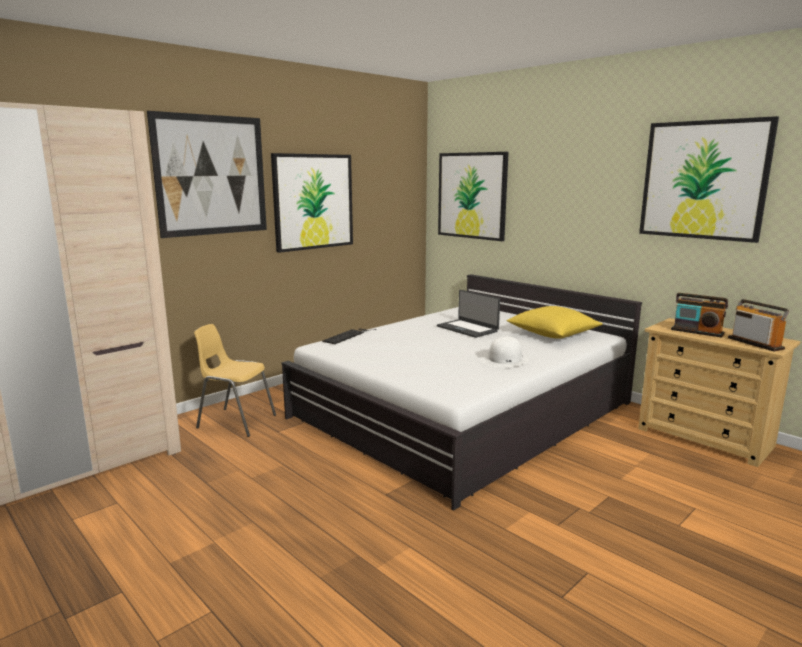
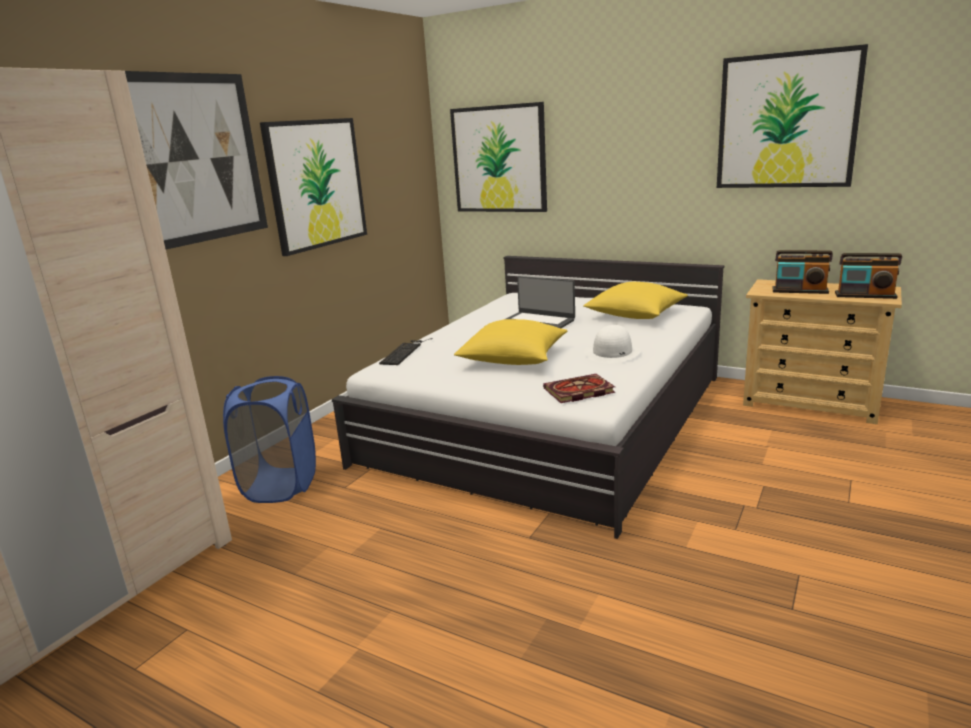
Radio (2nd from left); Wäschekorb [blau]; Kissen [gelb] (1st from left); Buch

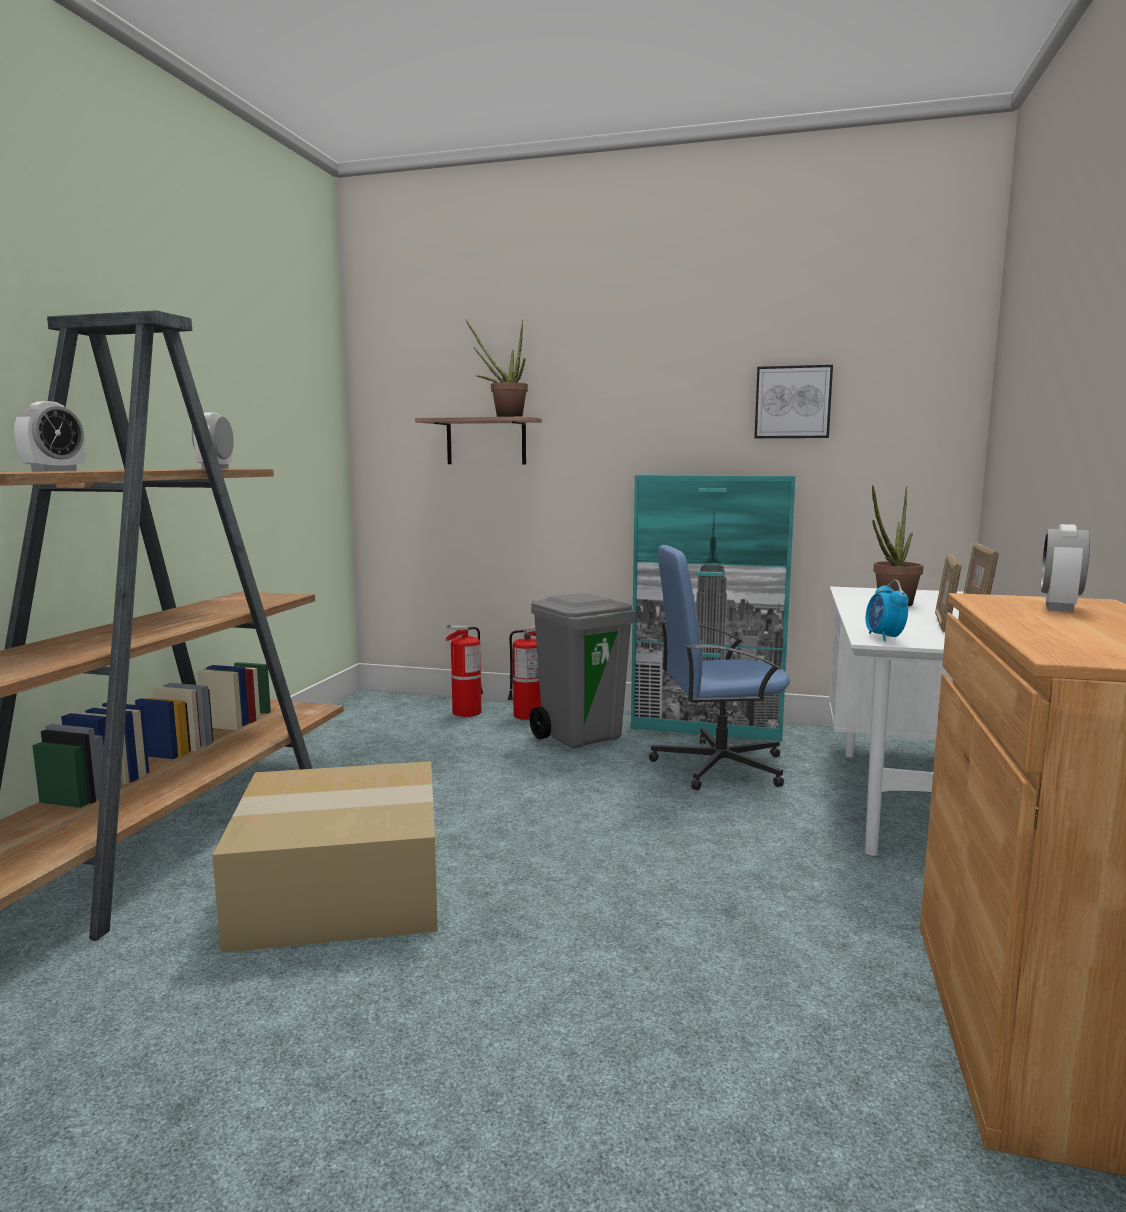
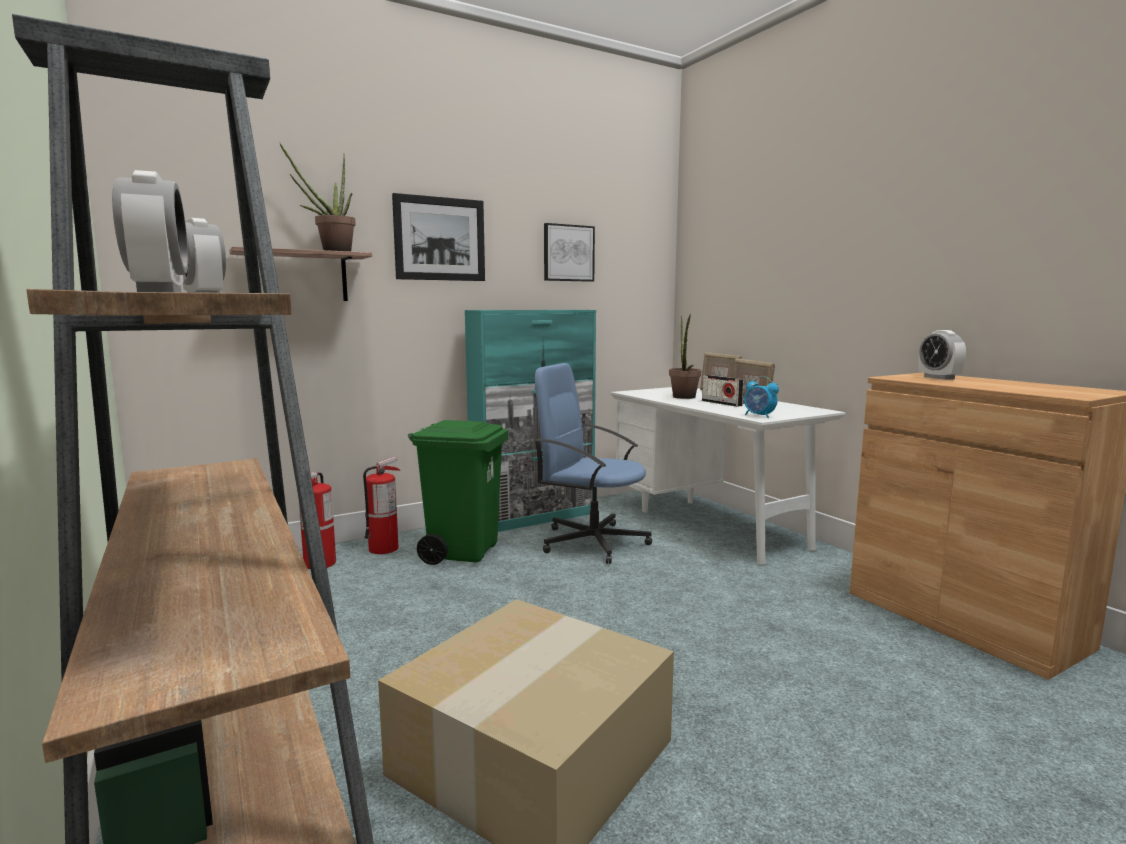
Bürostuhl [blau]; Mülleimer [grün]; Bild (1st from left); Radio

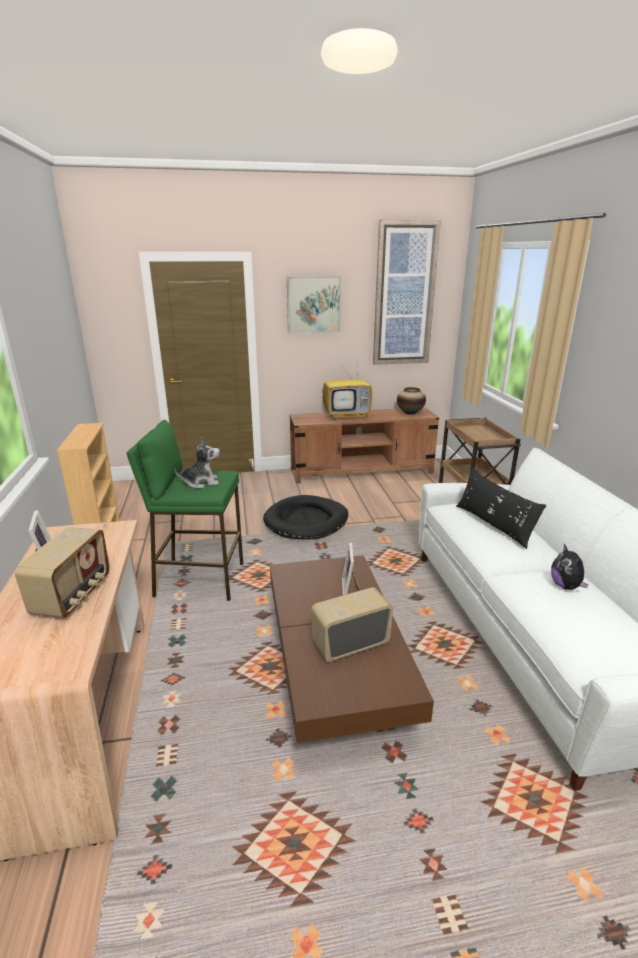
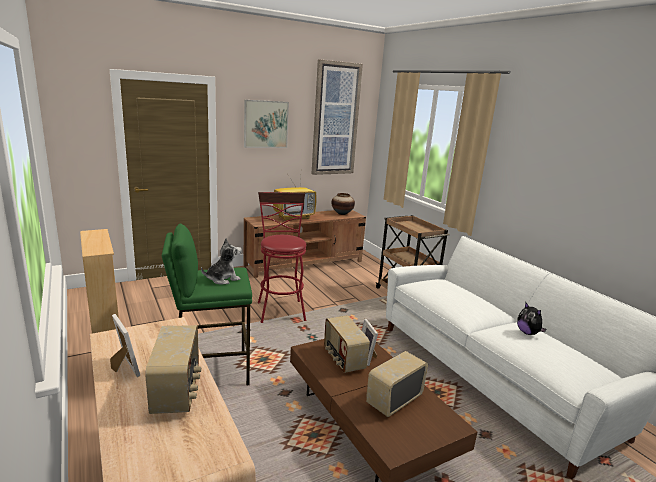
Kissen [schwarz]; Hocker [rot]; Radio (2nd from left)

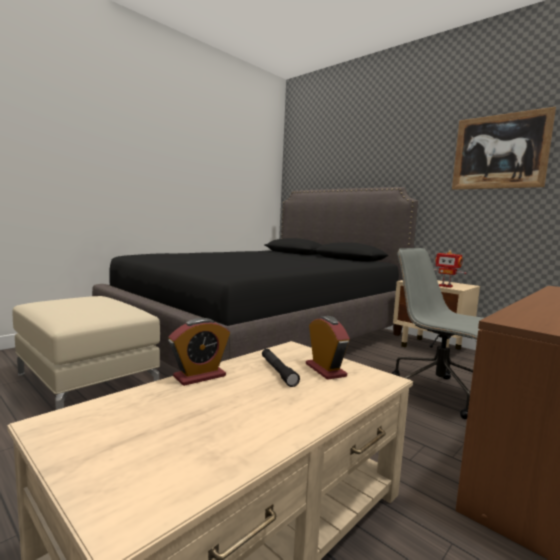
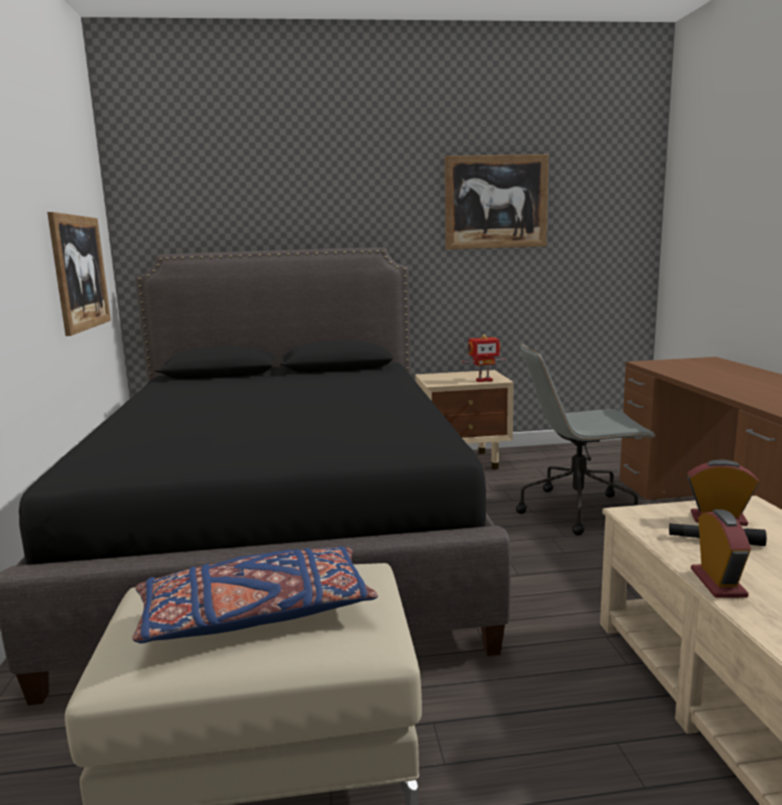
Bild (1st from left); Kissen [blau]

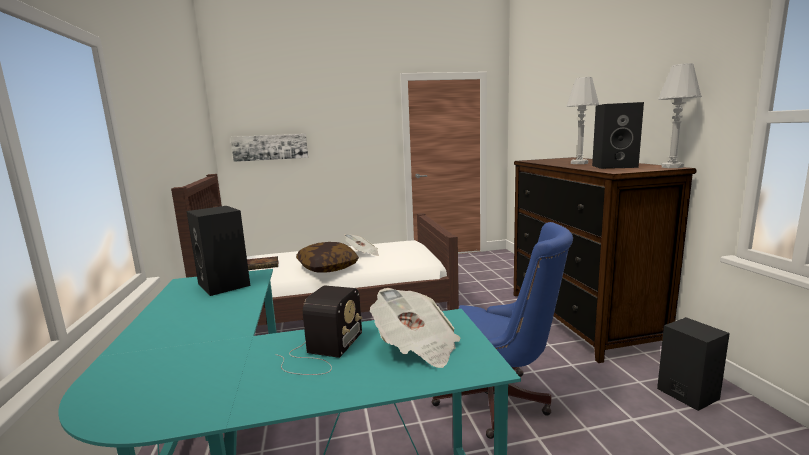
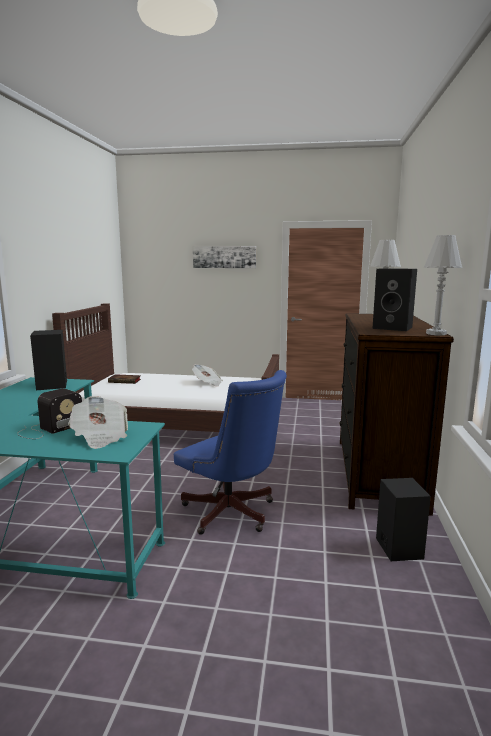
Bild; Kissen

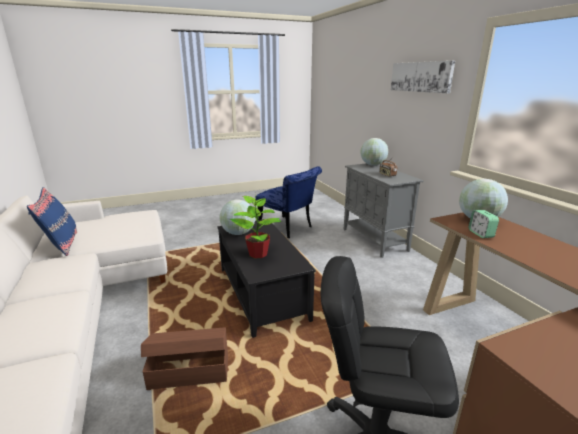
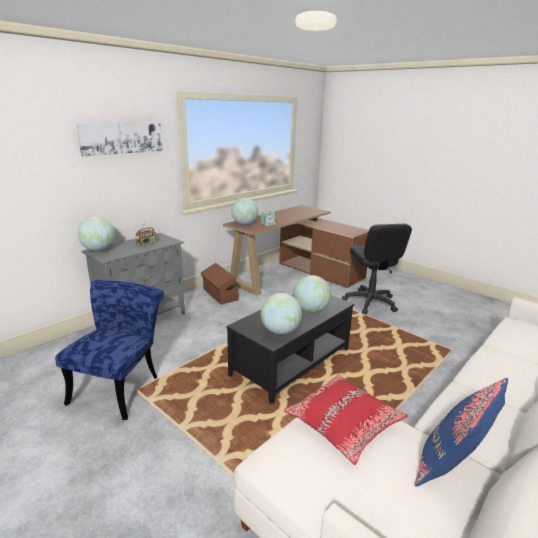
Globus (4th from left); Aufbewahrungsbox [braun]; Kissen [rot]

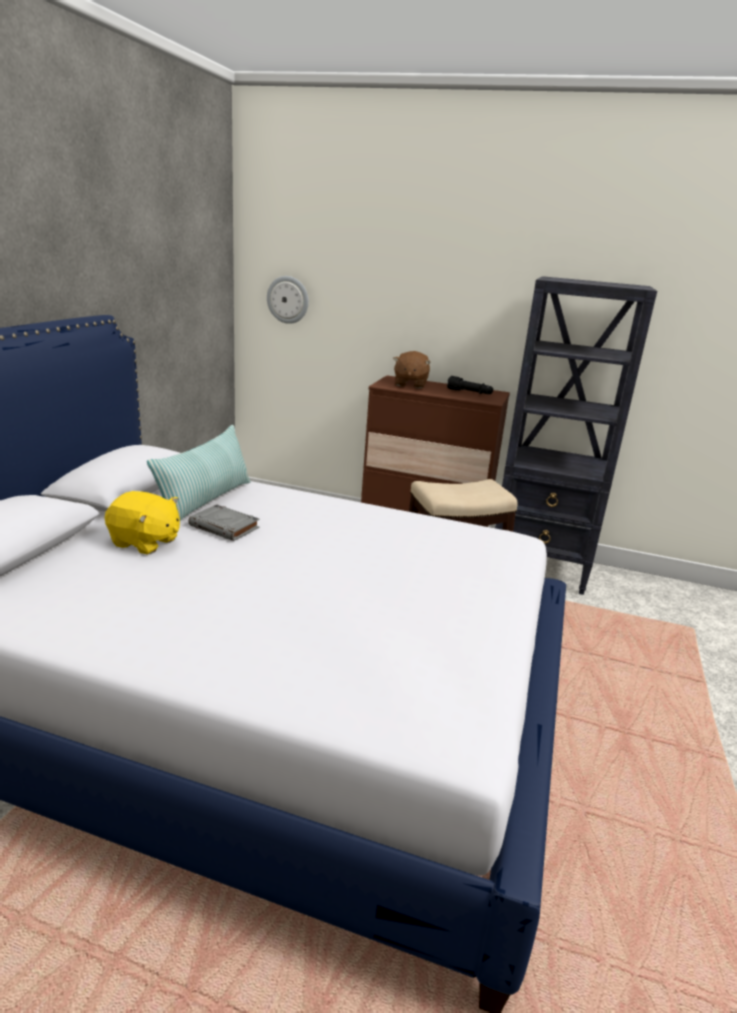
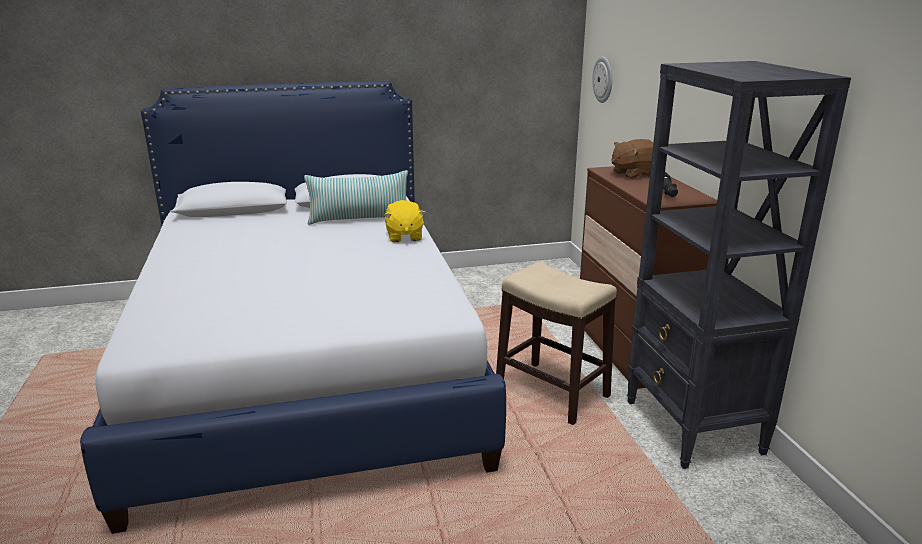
Plüschtier [gelb]; Buch [grau]

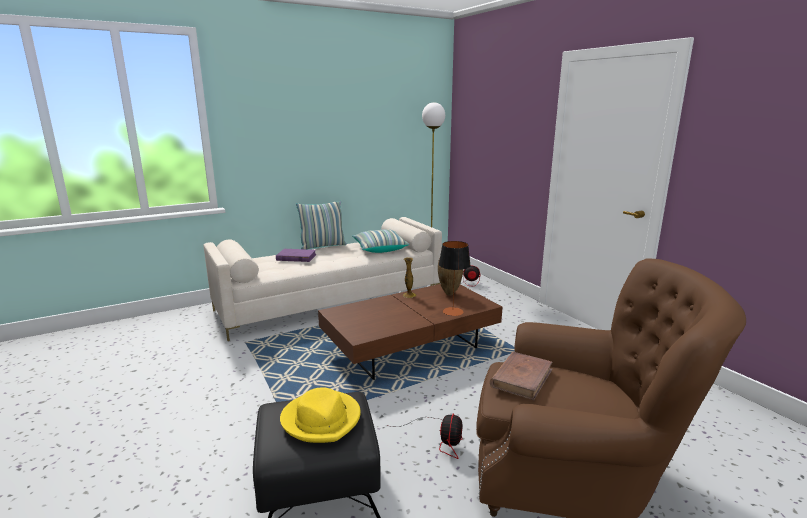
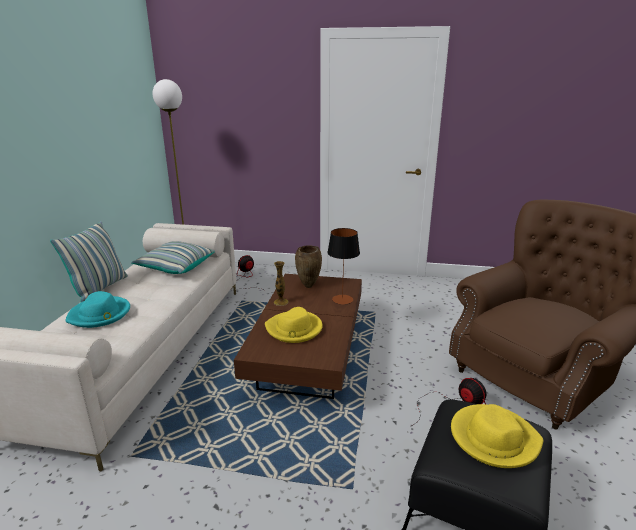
Hut [türkis]; Buch [braun]; Hut [gelb] (1st from left)

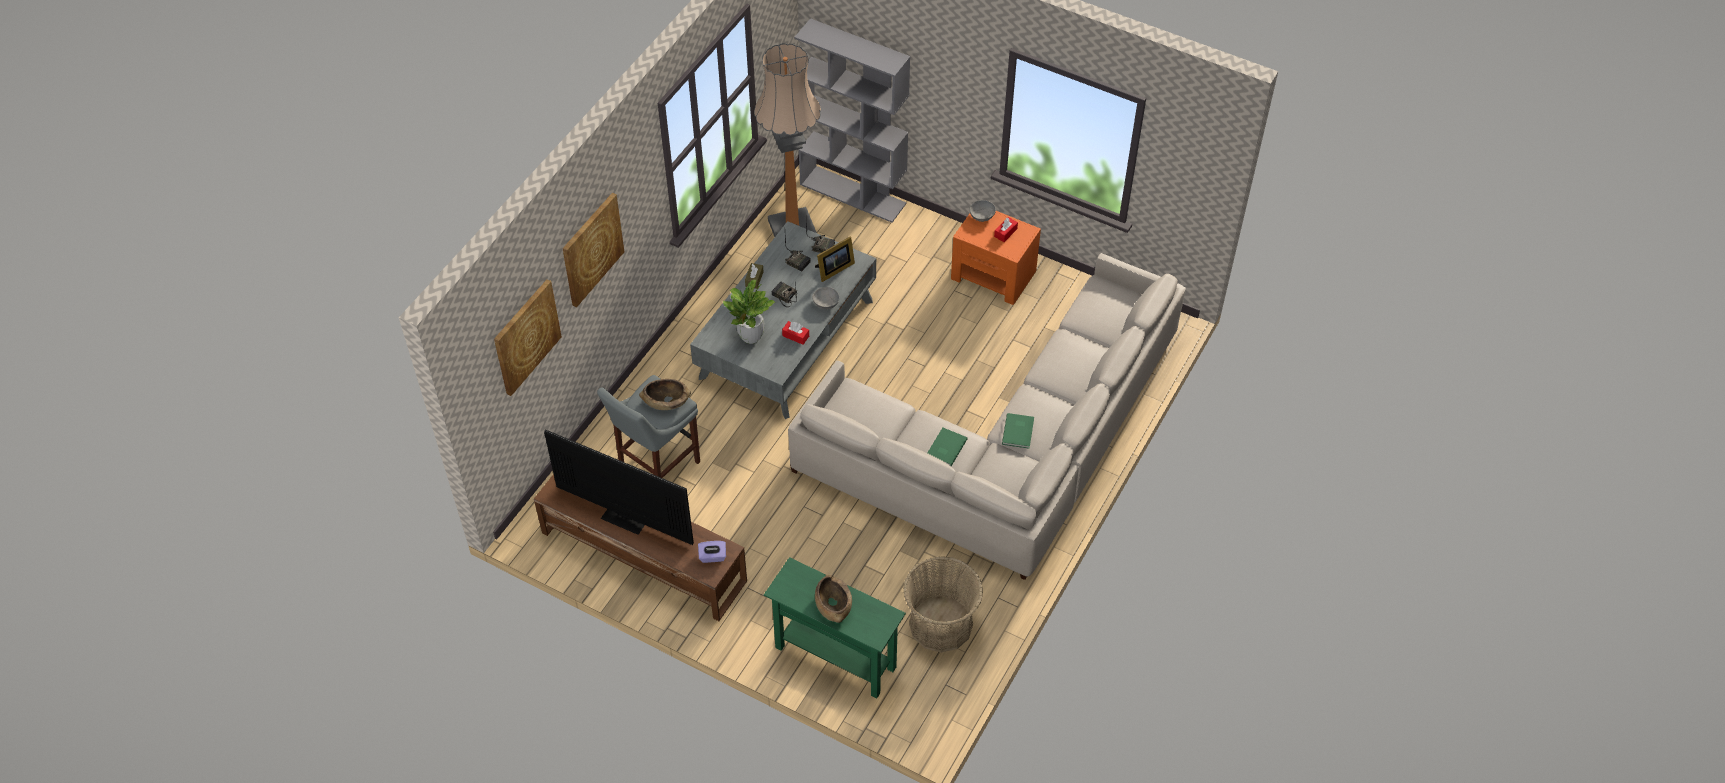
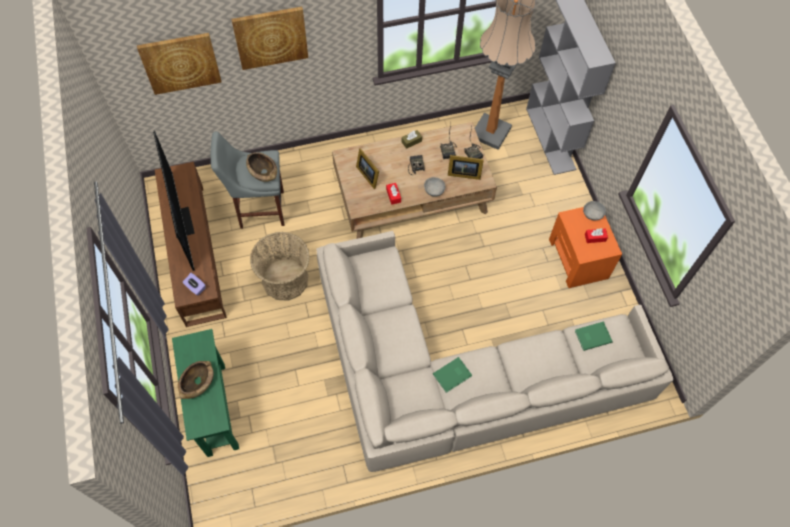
Couchtisch [braun]; Bilderrahmen (1st from left); Buch [grün] (2nd from left); Korb

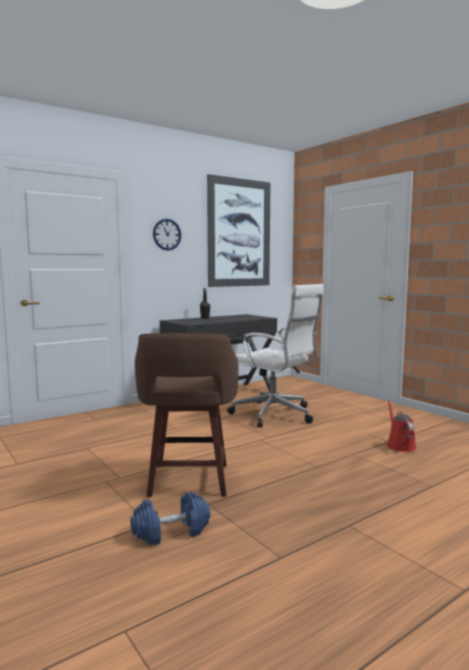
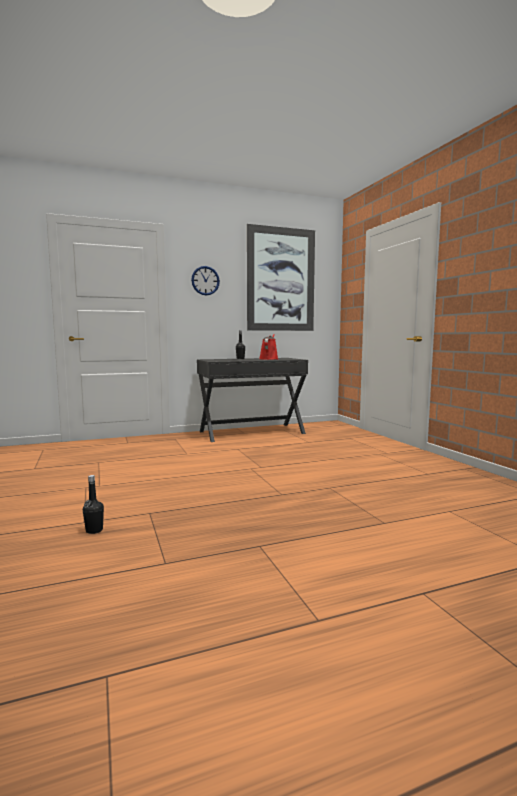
Bürostuhl [weiß]; Hocker [braun]; Gießkanne [rot]; Flasche [schwarz] (1st from left)

